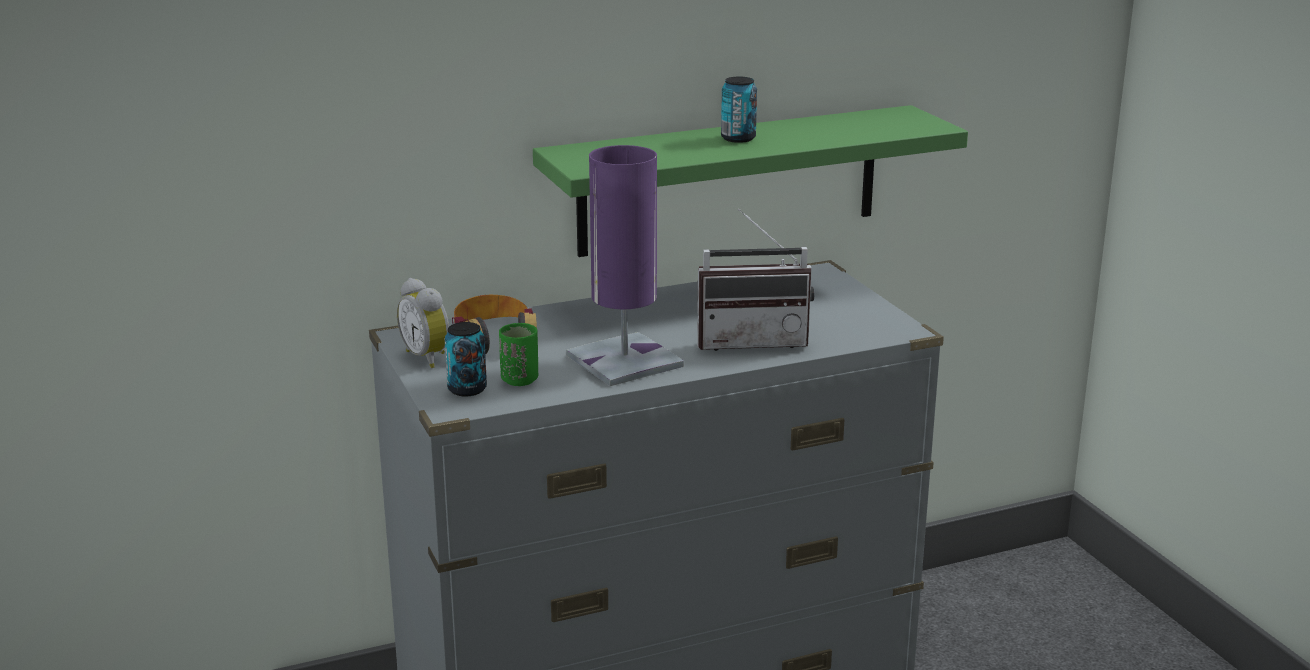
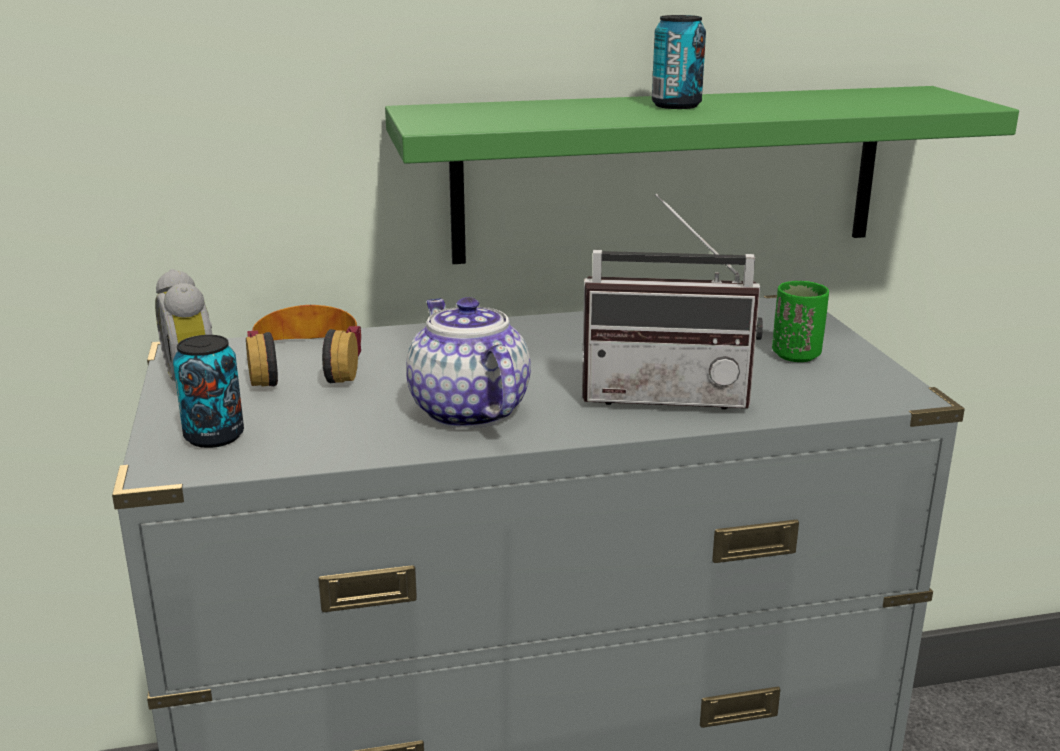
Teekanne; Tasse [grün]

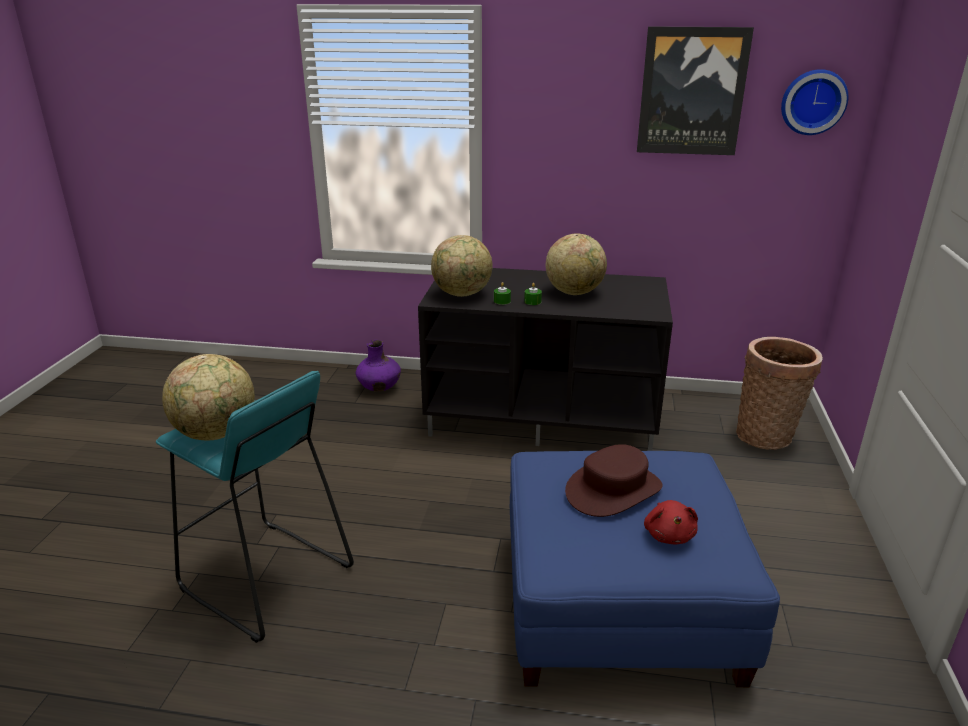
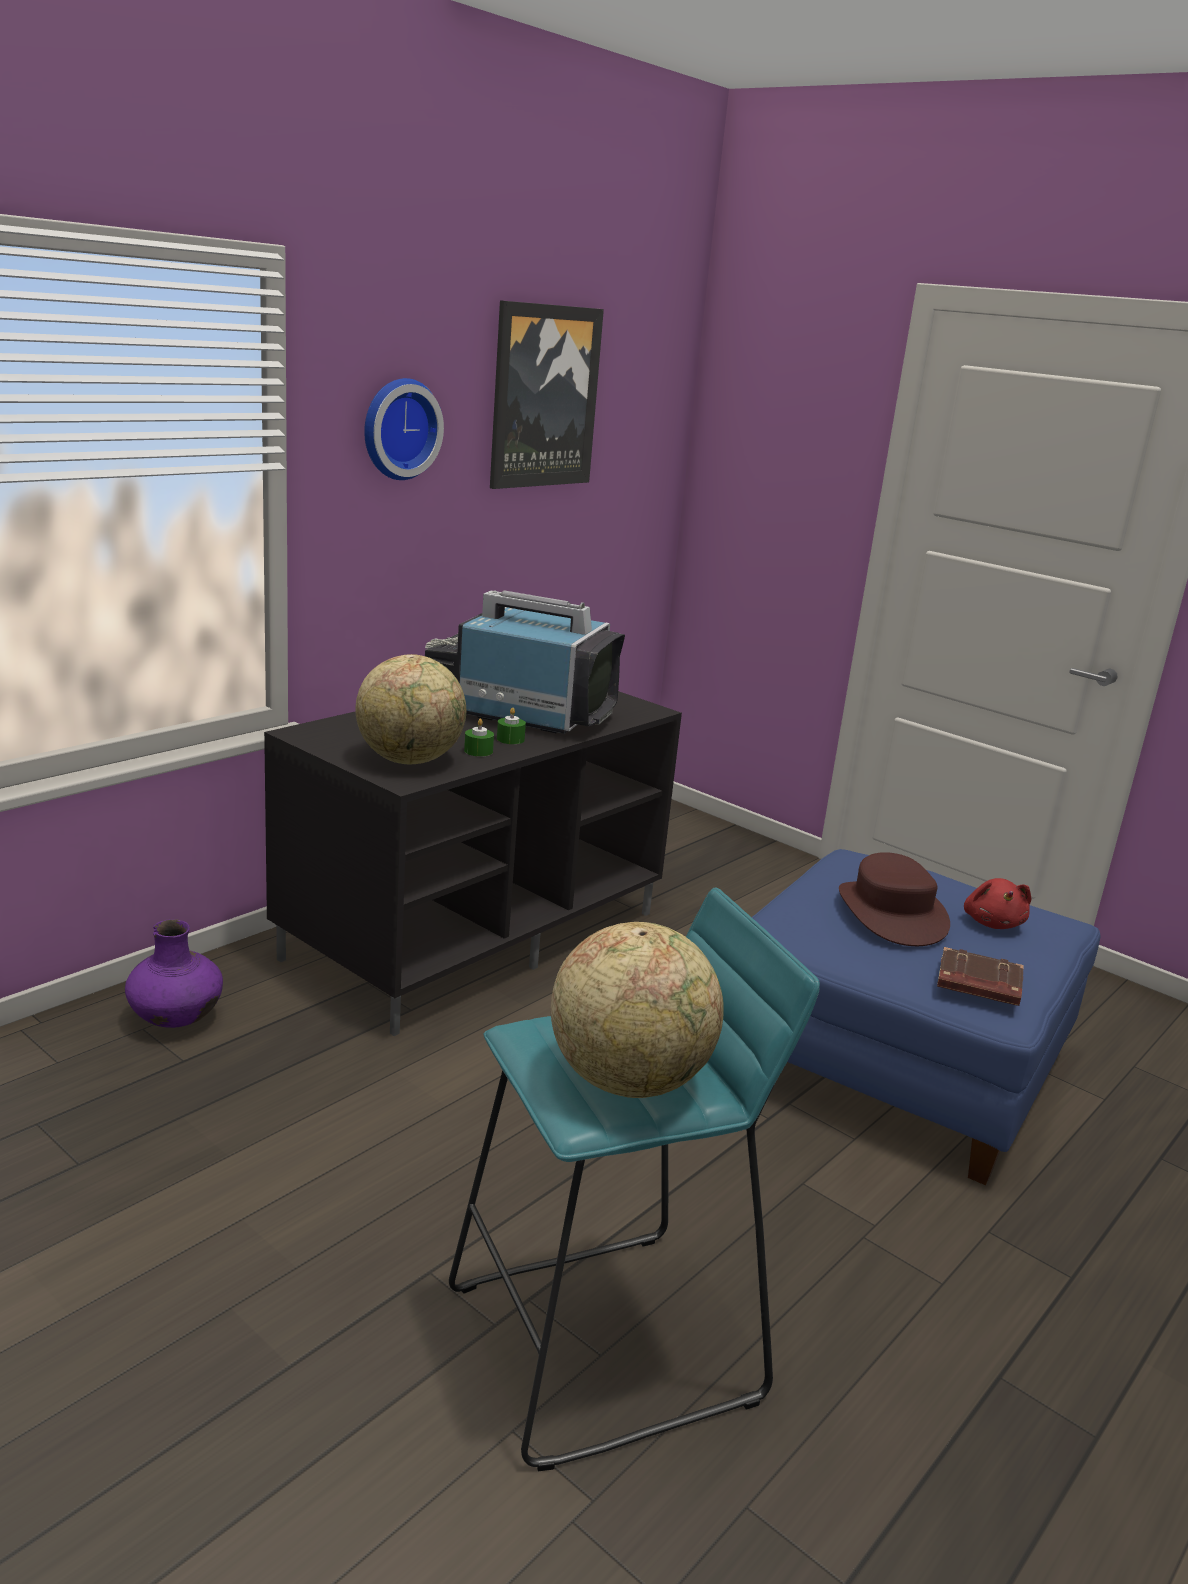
Wanduhr; Fernseher; Korb; Plüschtier [rot]; Buch [braun]

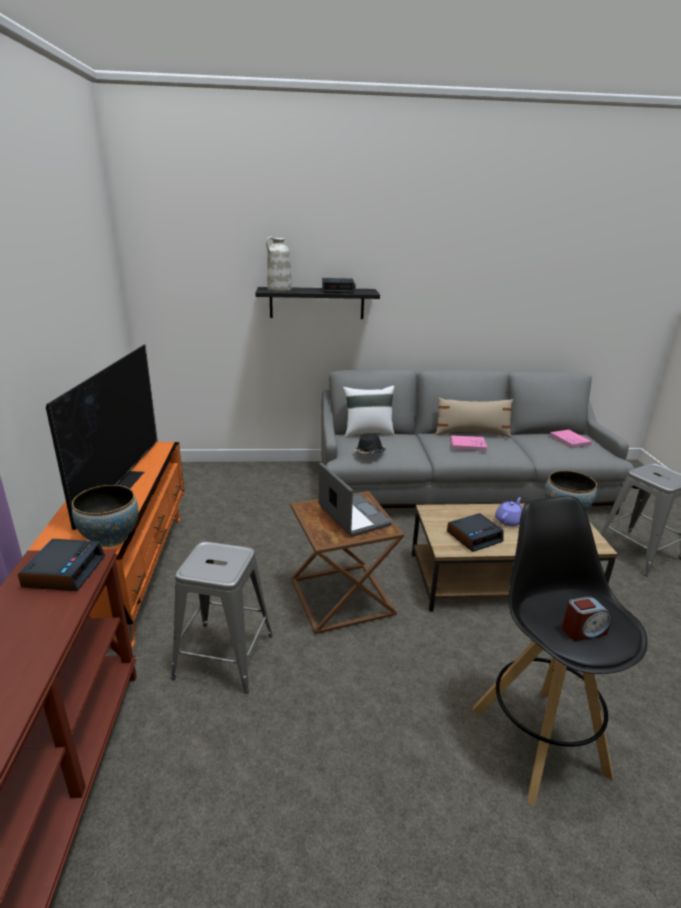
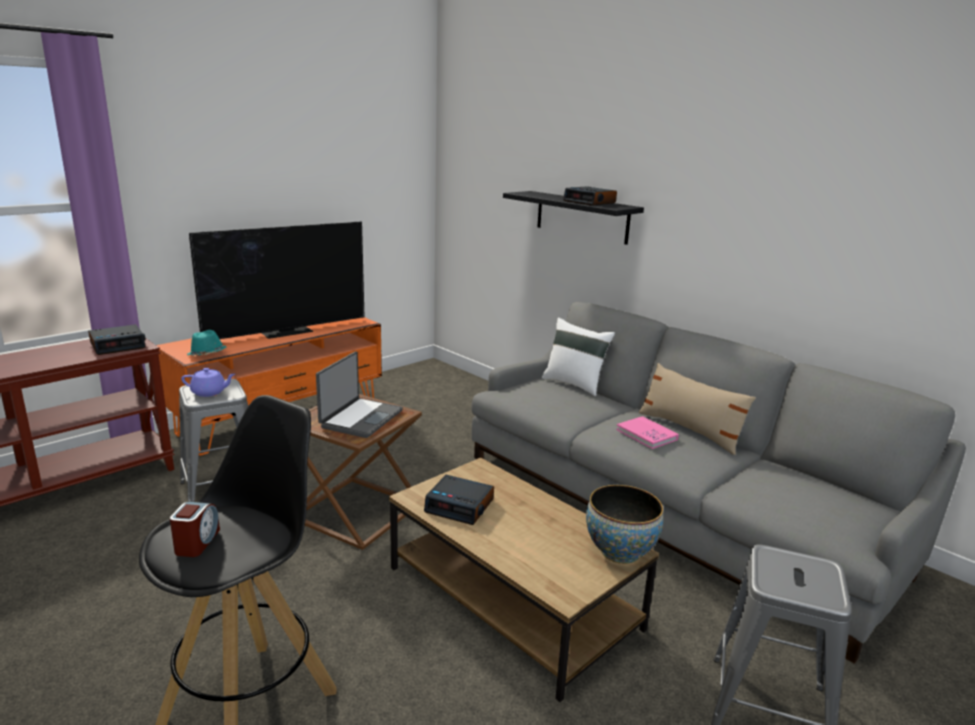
Vase [weiß]; Buch [rosa] (2nd from left in the first image); Hut [schwarz]; Hut [türkis]; Teekanne [lila]; Wecker (2nd from left)

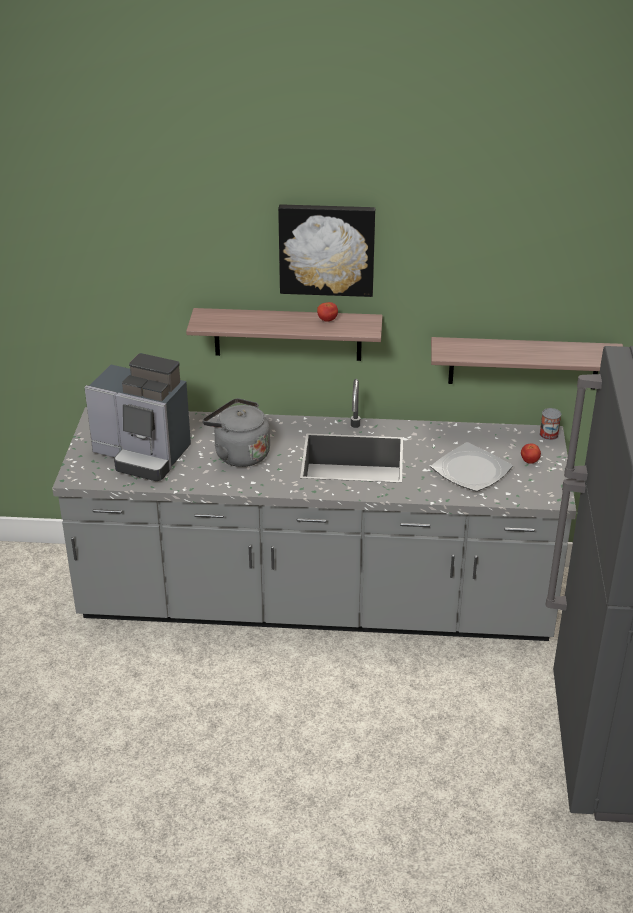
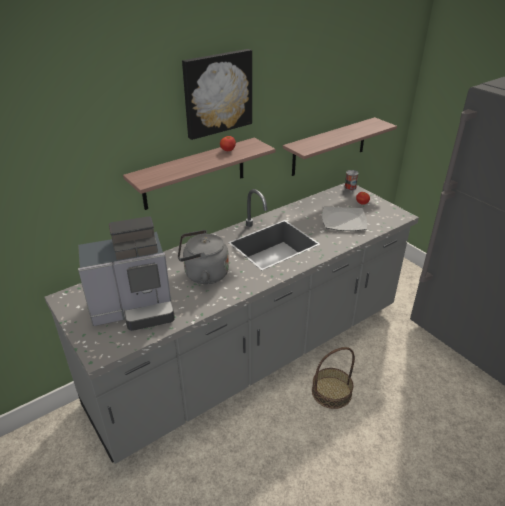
Korb

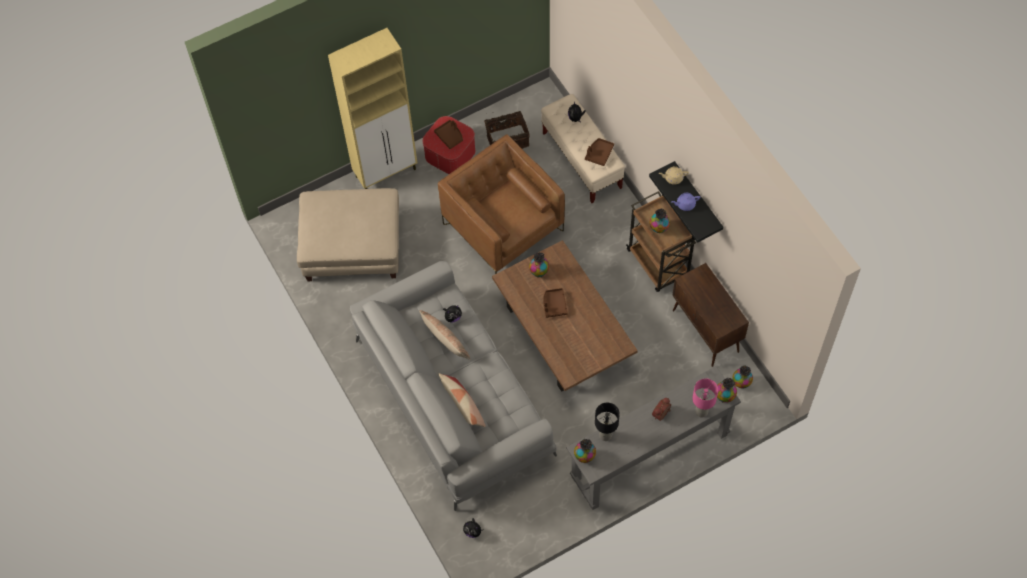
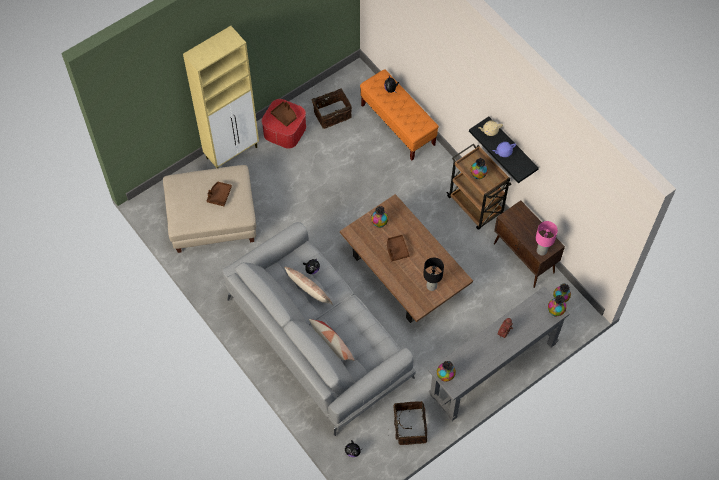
Bank [orange]; Sessel [braun]; Tablett [braun] (1st from left); Tischlampe [rosa]; Tischlampe [schwarz]; Korb (2nd from left)

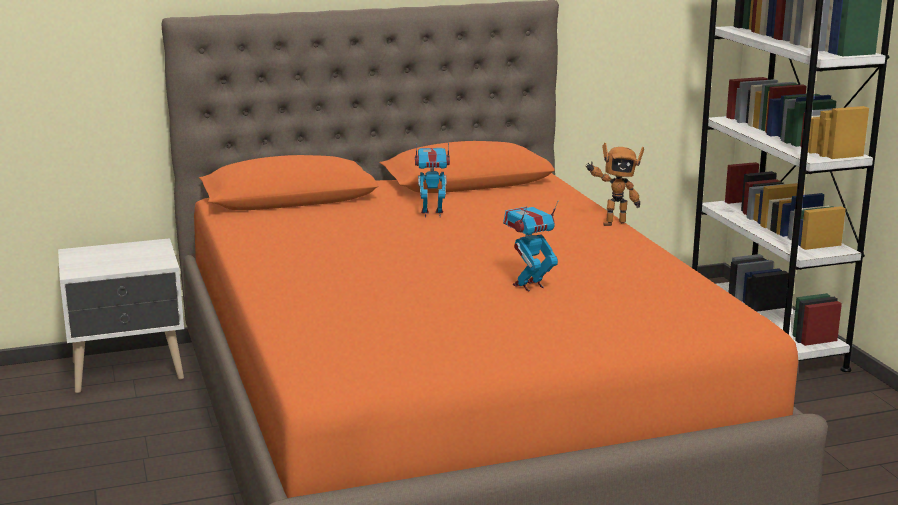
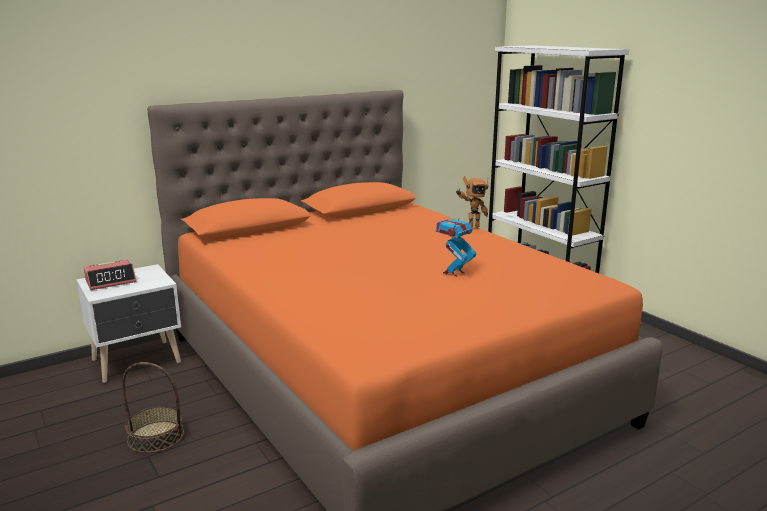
Spielzeugroboter (1st from left in the first image); Wecker; Korb

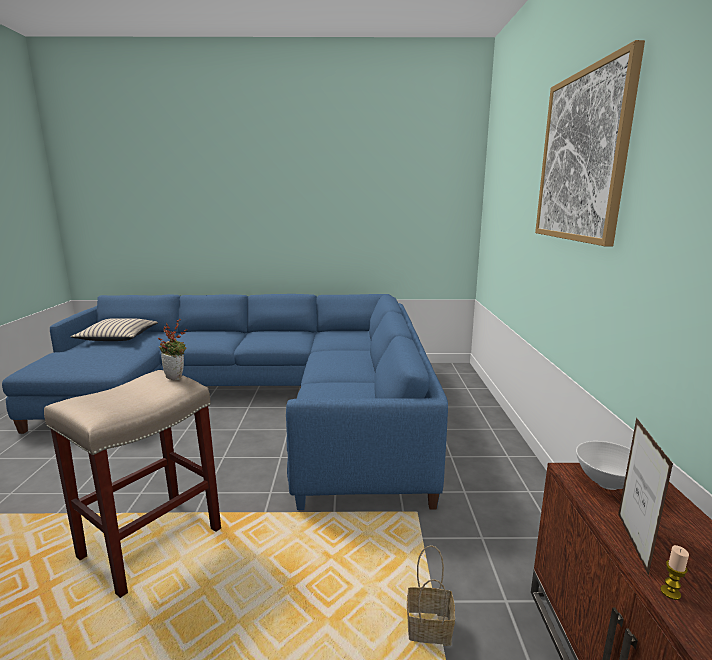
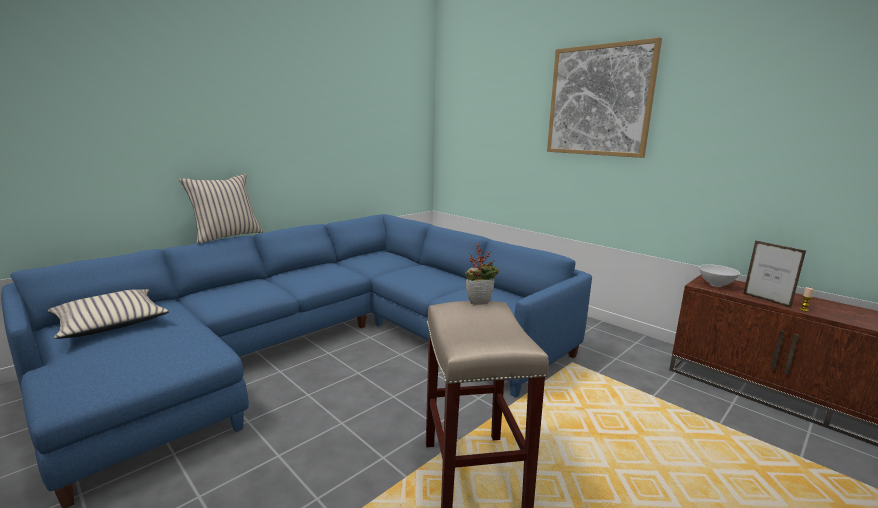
Korb; Kissen [beige] (2nd from left)

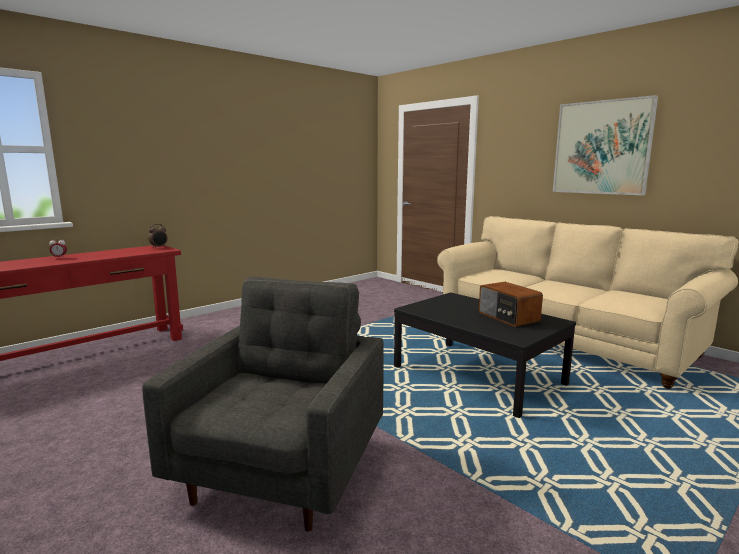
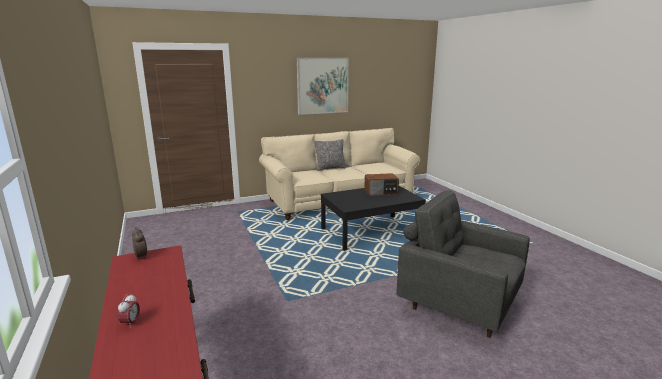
Kissen

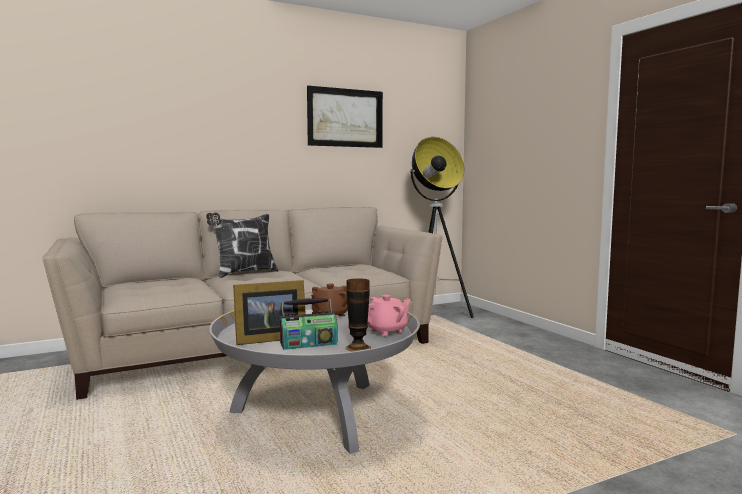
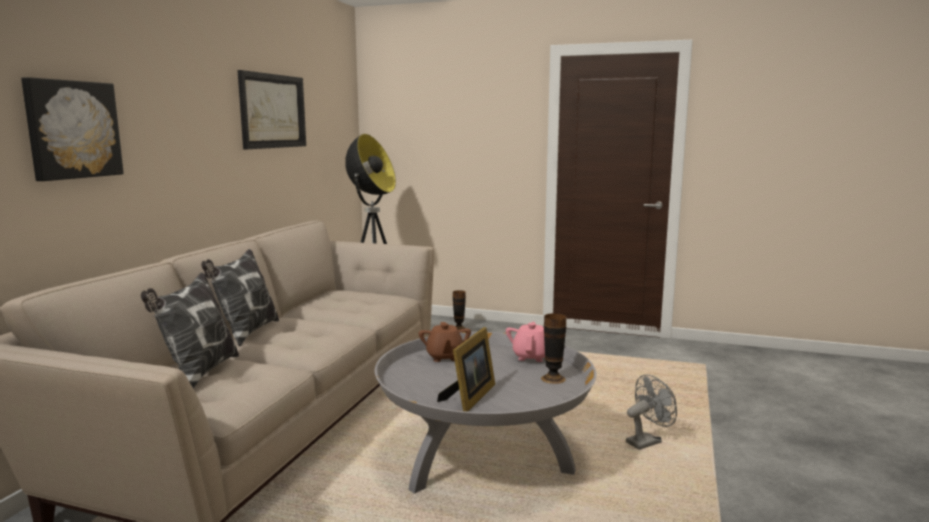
Radio; Bild (1st from left); Kissen (1st from left); Vase (1st from left); Ventilator [grau]

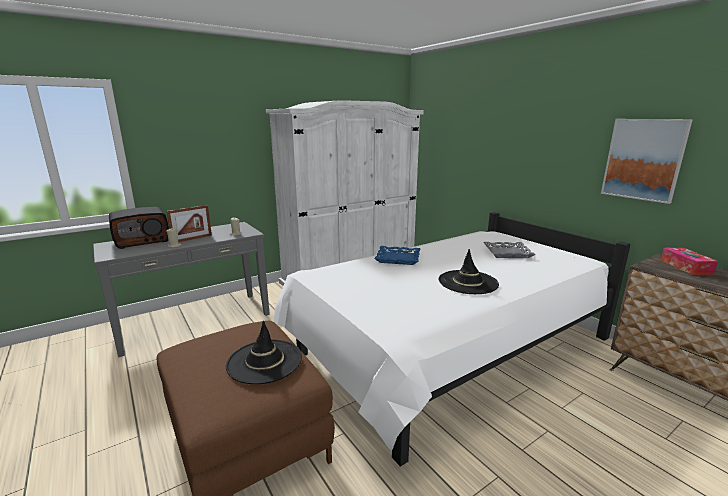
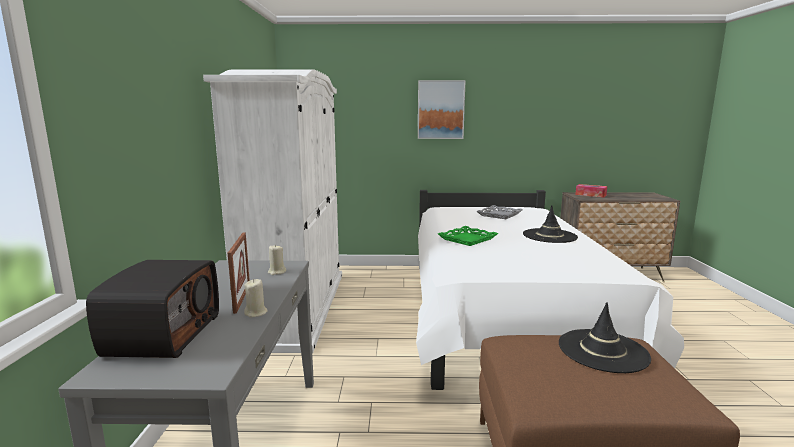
Bild; Tablett [grün]

